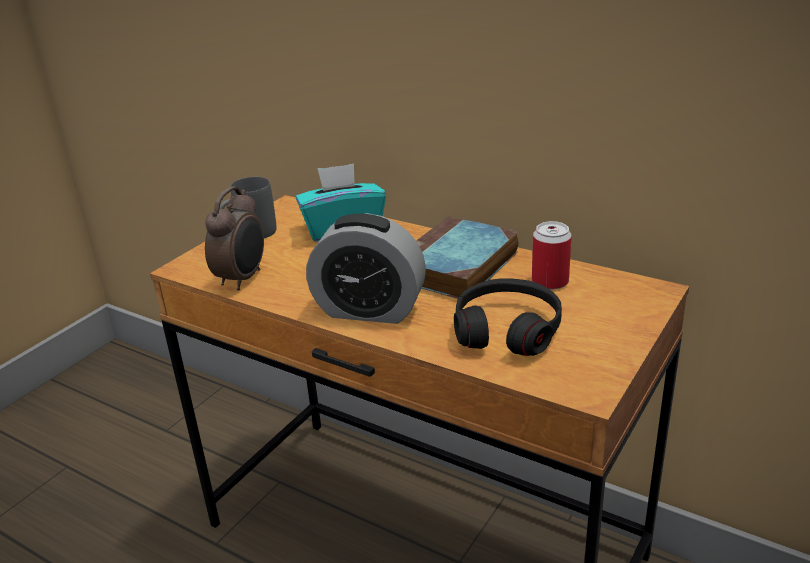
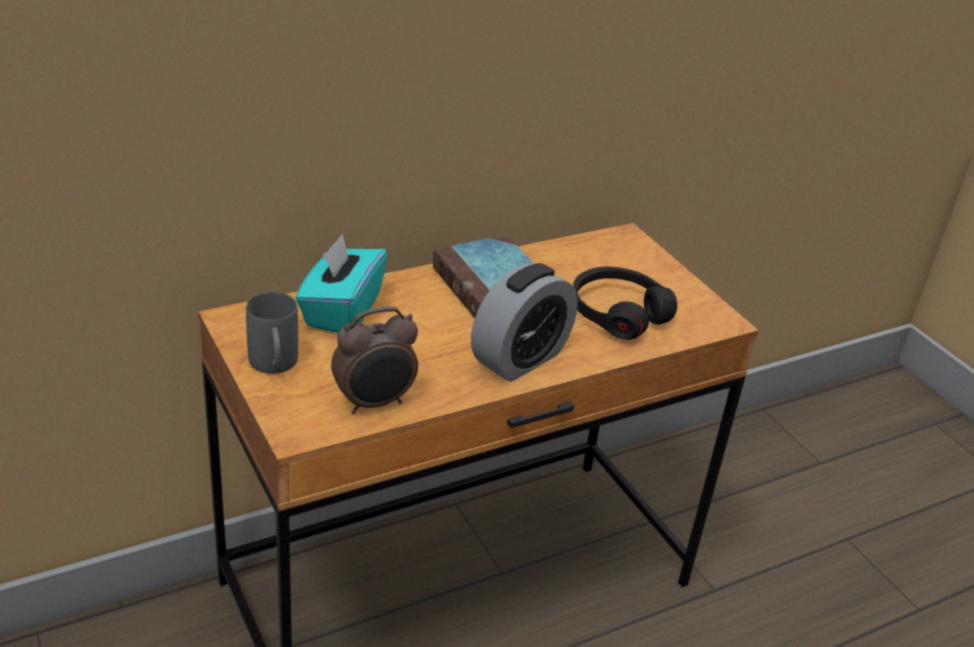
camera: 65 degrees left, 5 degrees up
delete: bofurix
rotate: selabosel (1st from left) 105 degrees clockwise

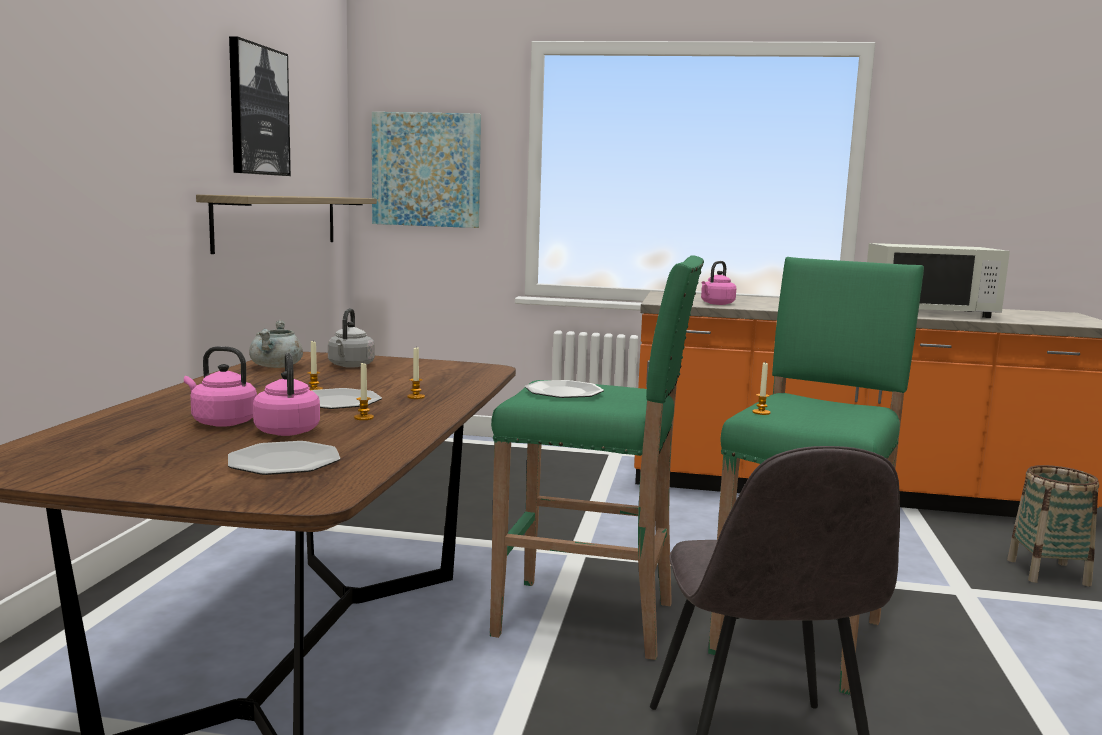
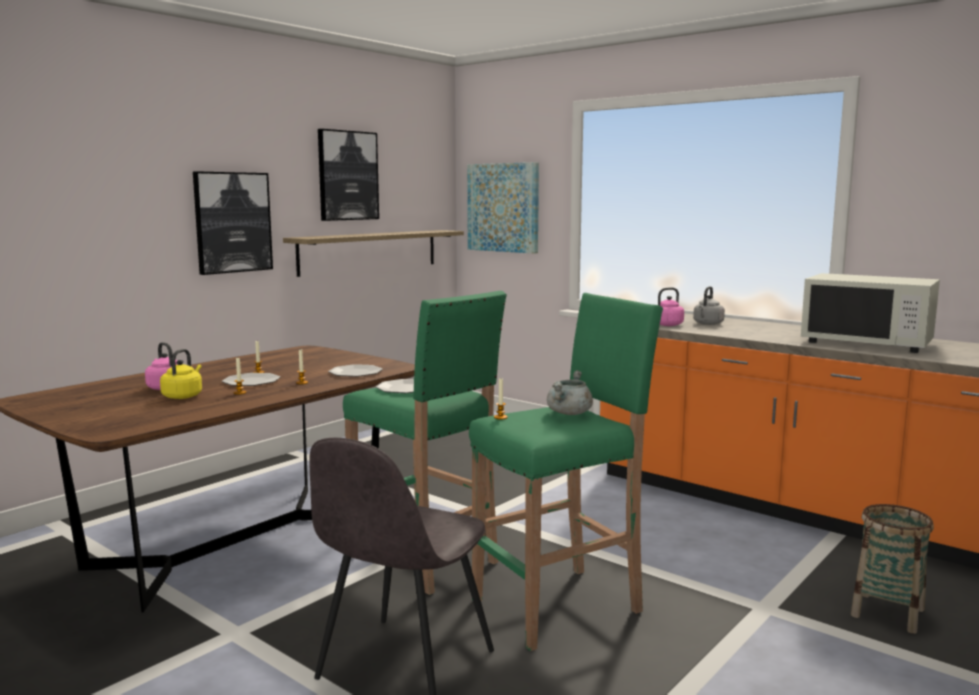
camera: 30 degrees right, 0 degrees up
insert: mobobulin (1st from left)
move: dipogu (1st from left in the first image) to dipogu (2nd from left); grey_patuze; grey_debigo
recolor: pink_debigo (2nd from left) to yellow_debigo

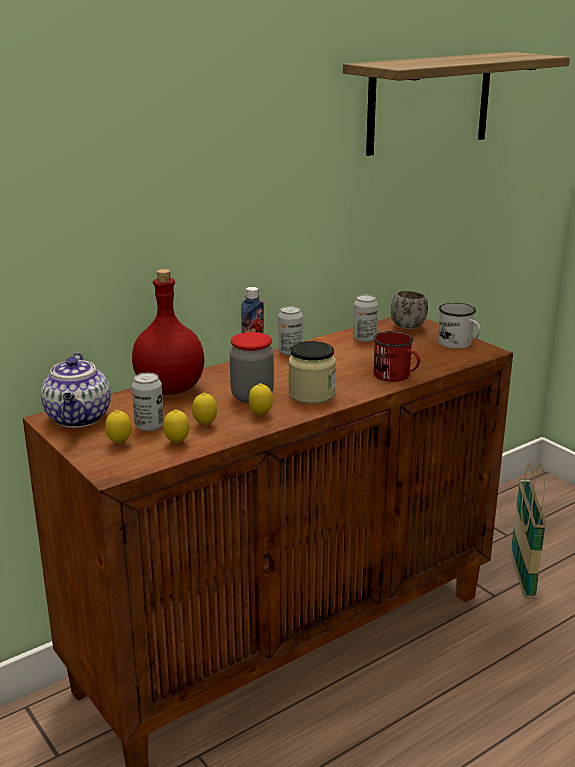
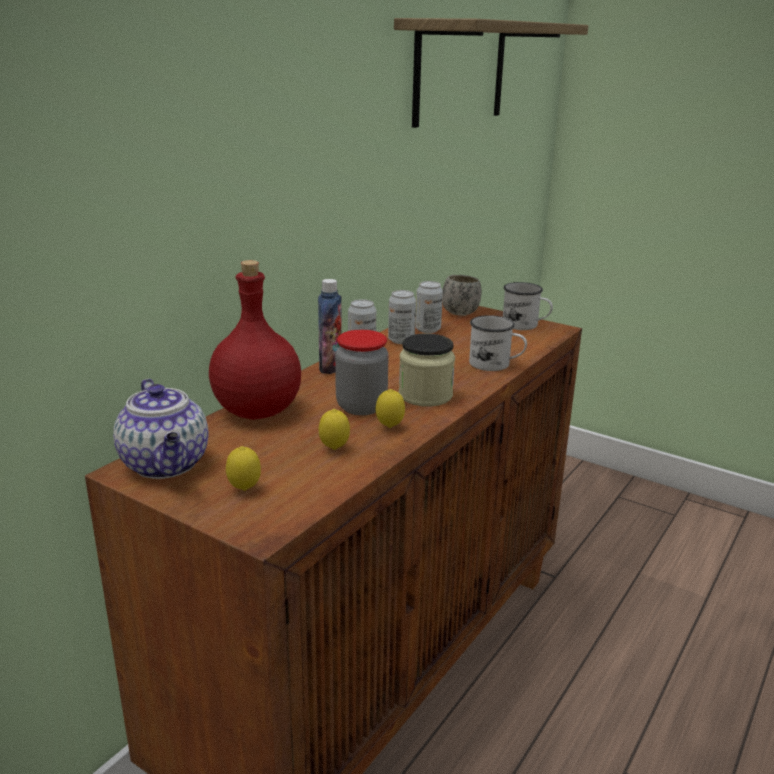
camera: 20 degrees left, 0 degrees up
delete: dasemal (2nd from left); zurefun
move: bofurix (1st from left in the first image) to bofurix (2nd from left)
recolor: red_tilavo to white_tilavo (2nd from left)

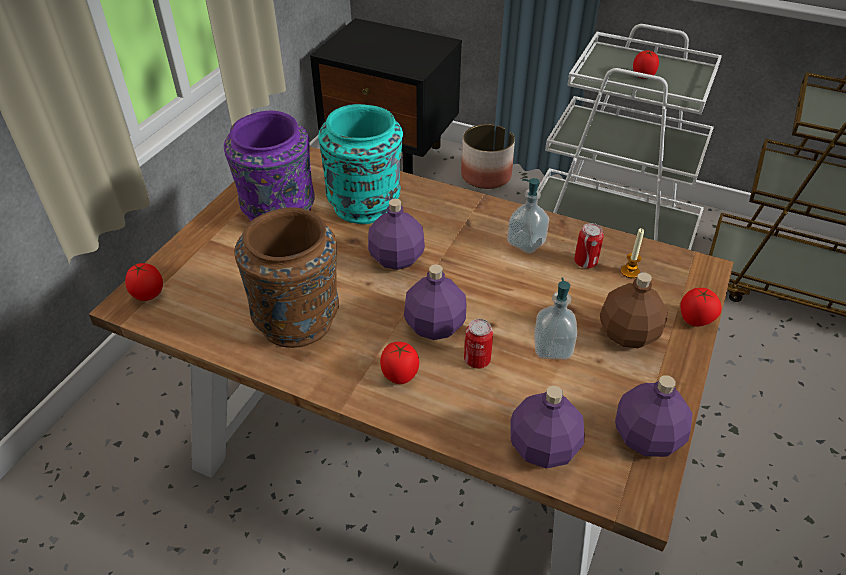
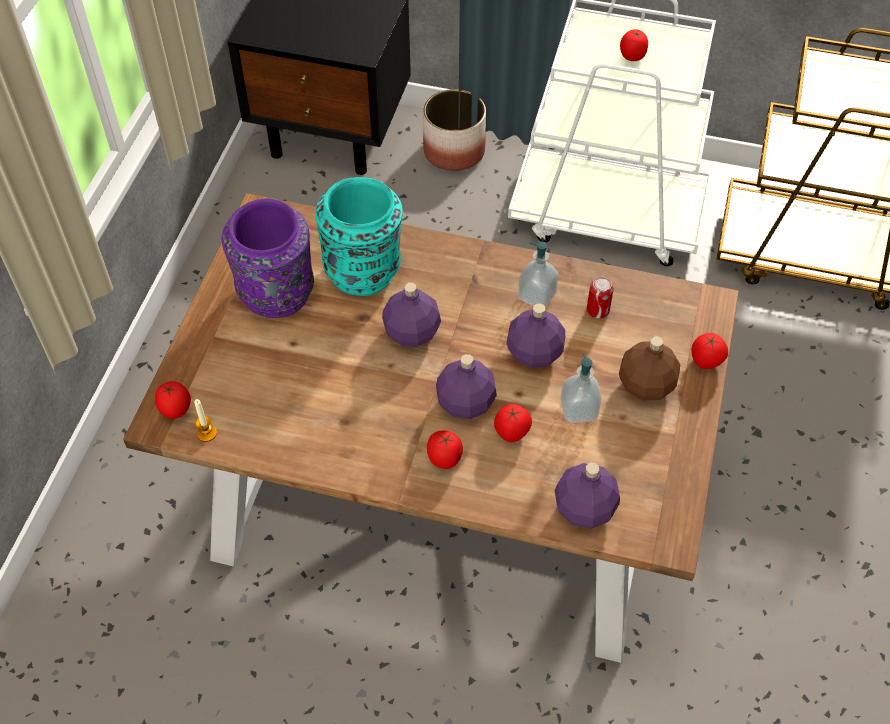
camera: 10 degrees left, 10 degrees up
delete: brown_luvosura
move: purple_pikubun (4th from left in the first image) to purple_pikubun (3rd from left); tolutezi
replace: bofurix (1st from left) to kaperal (3rd from left)

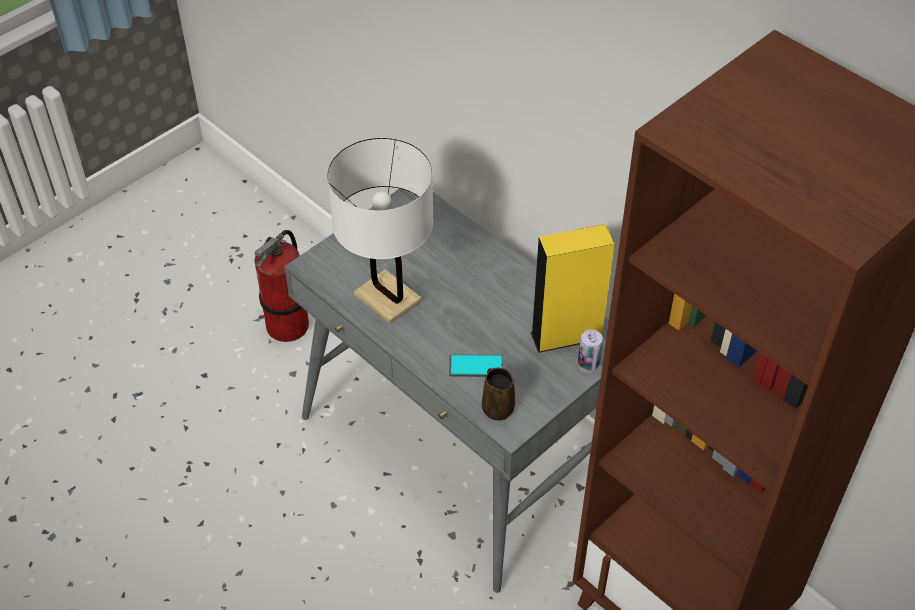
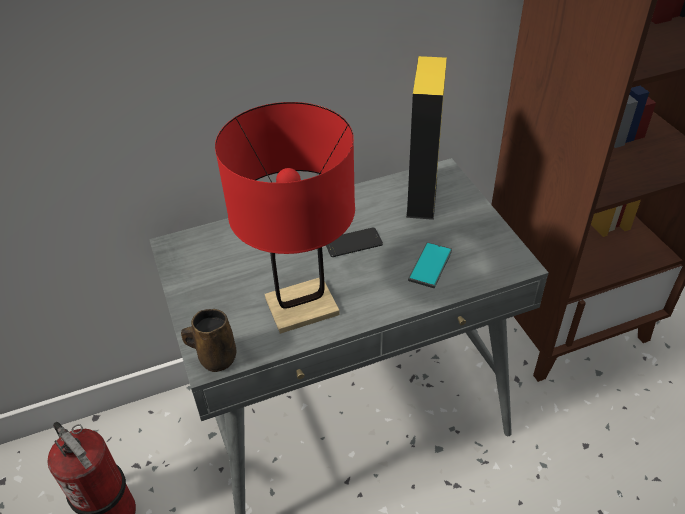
camera: 65 degrees left, 5 degrees down
delete: bofurix
insert: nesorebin (1st from left)
move: brown_tilavo
recolor: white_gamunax to red_gamunax

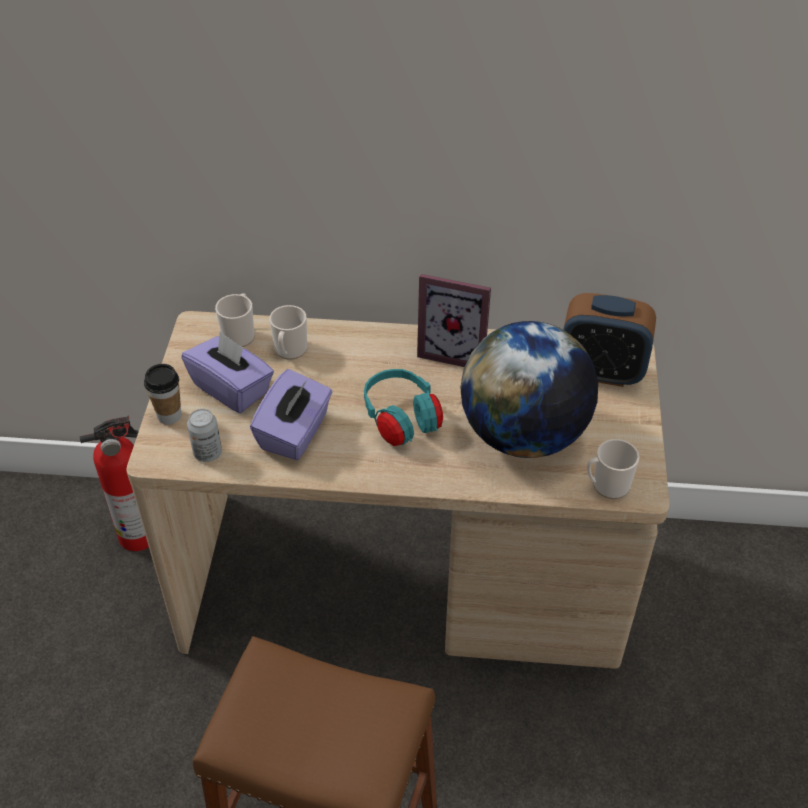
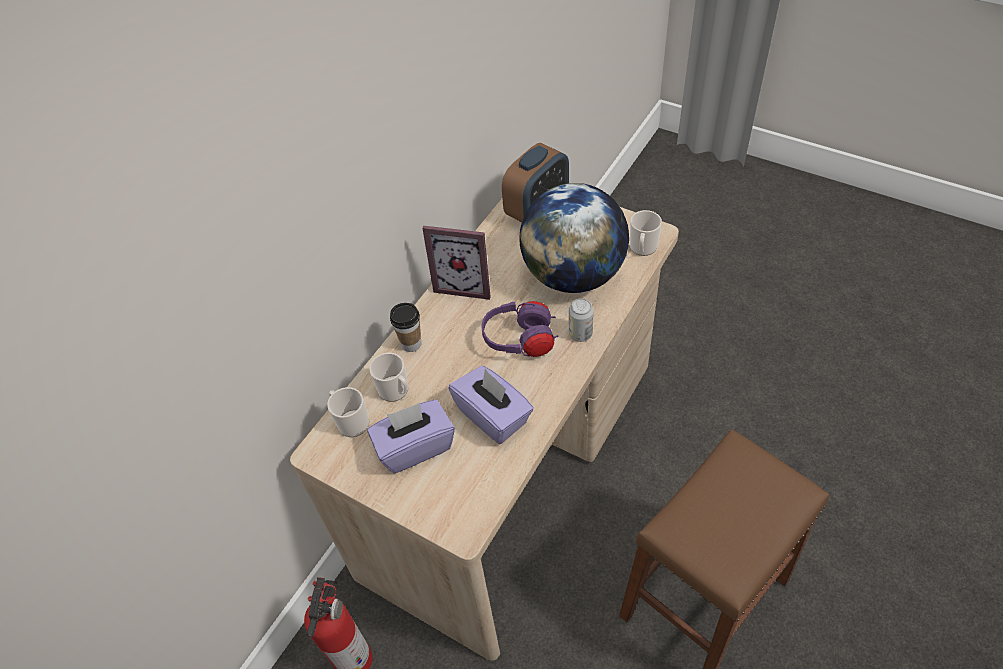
camera: 60 degrees left, 5 degrees up
move: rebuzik; bofurix
recolor: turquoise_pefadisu to purple_pefadisu
rotate: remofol 60 degrees clockwise

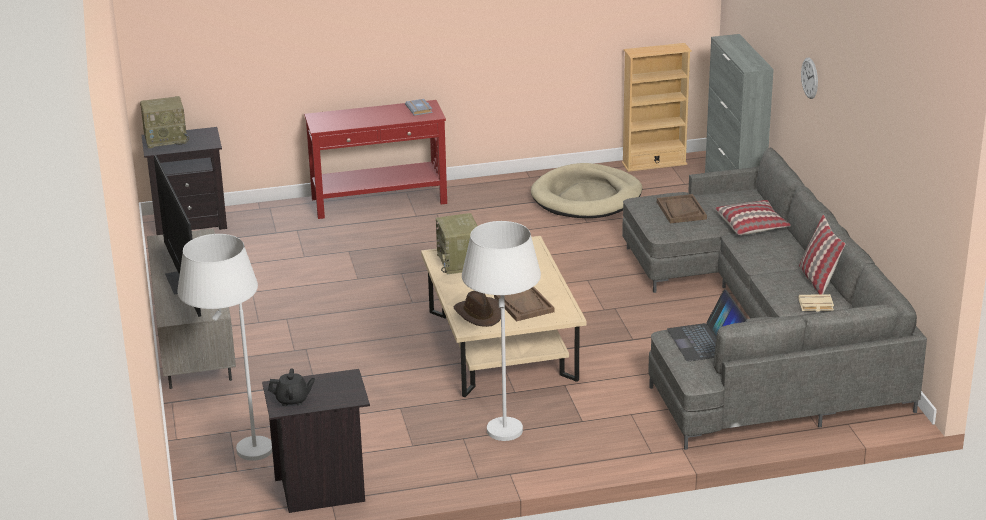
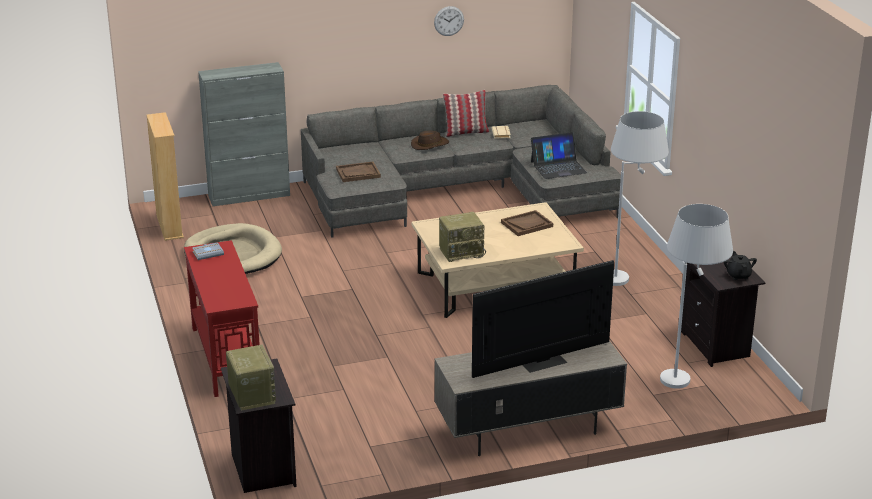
camera: 95 degrees left, 0 degrees up
delete: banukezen (1st from left)
move: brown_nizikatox; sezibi

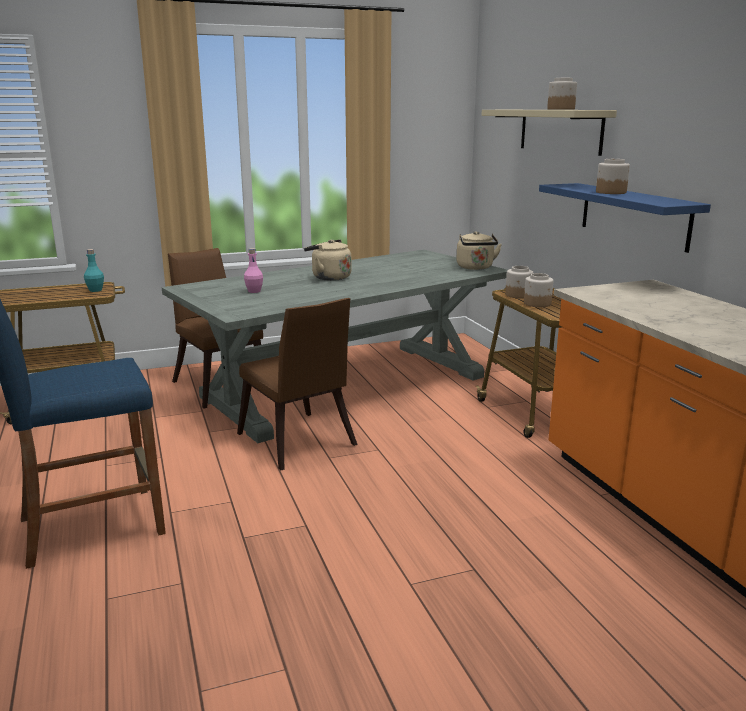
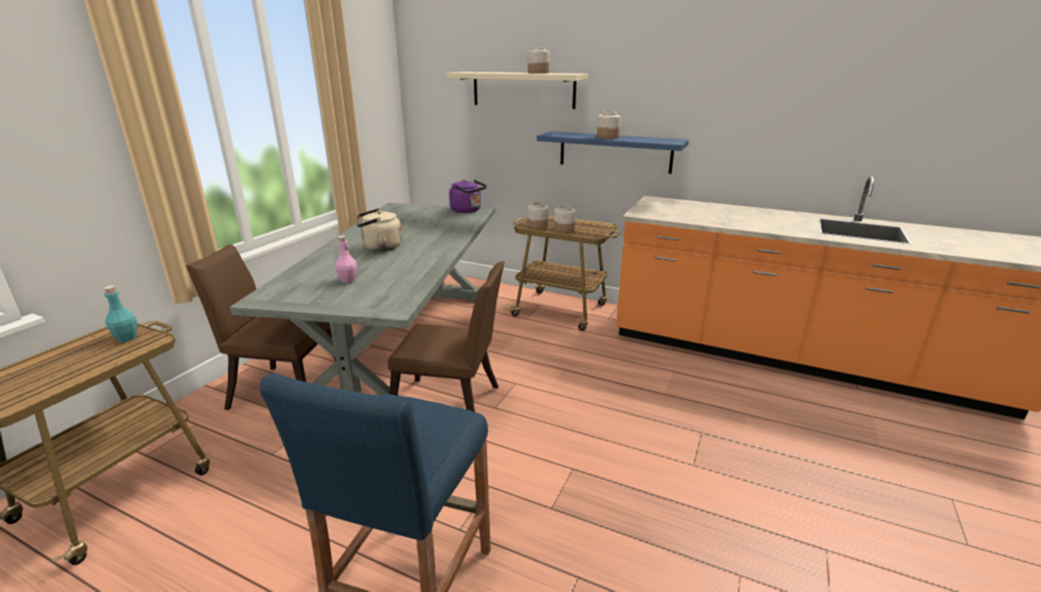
camera: 45 degrees left, 5 degrees up
recolor: beige_debigo (2nd from left) to purple_debigo

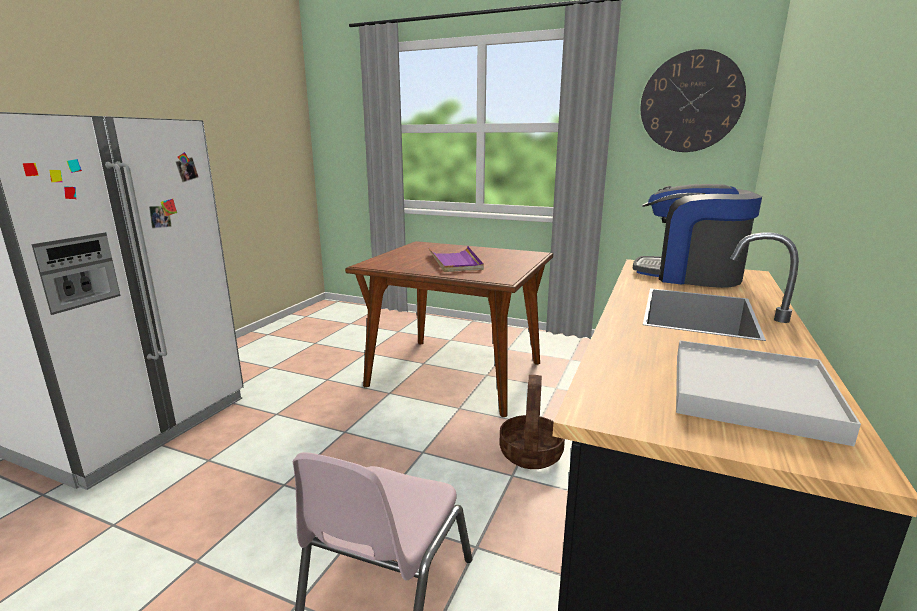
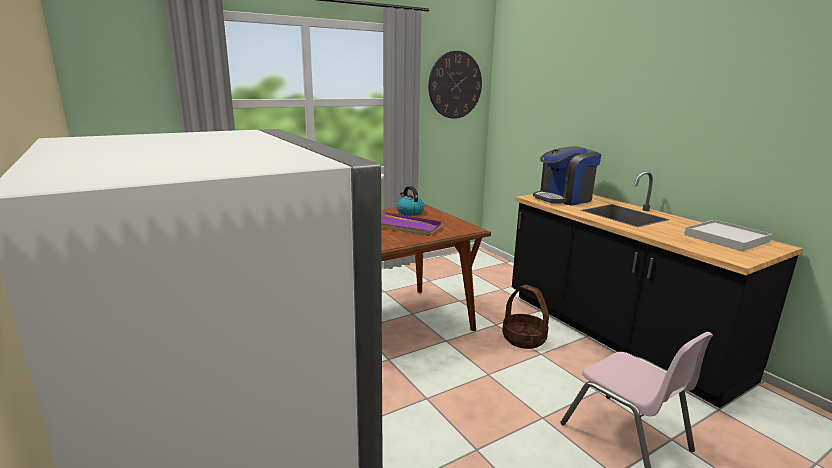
camera: 55 degrees left, 0 degrees up
insert: debigo

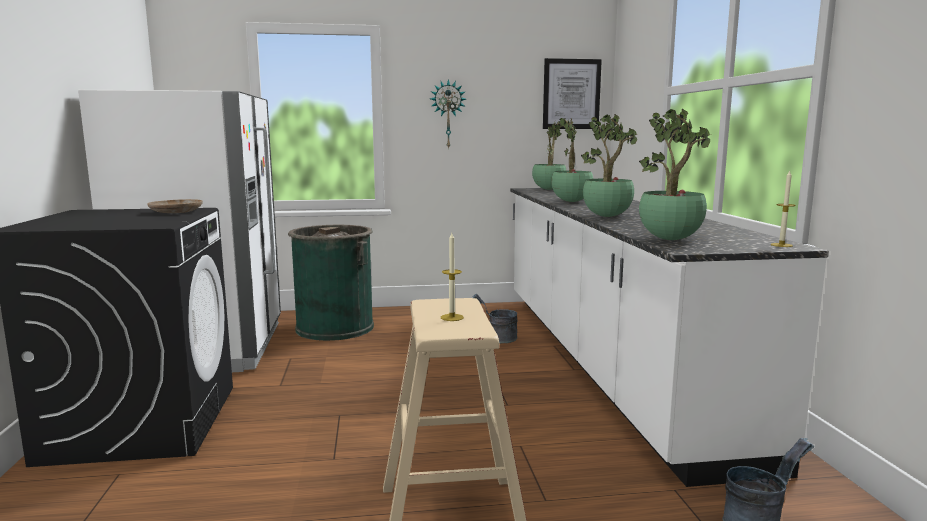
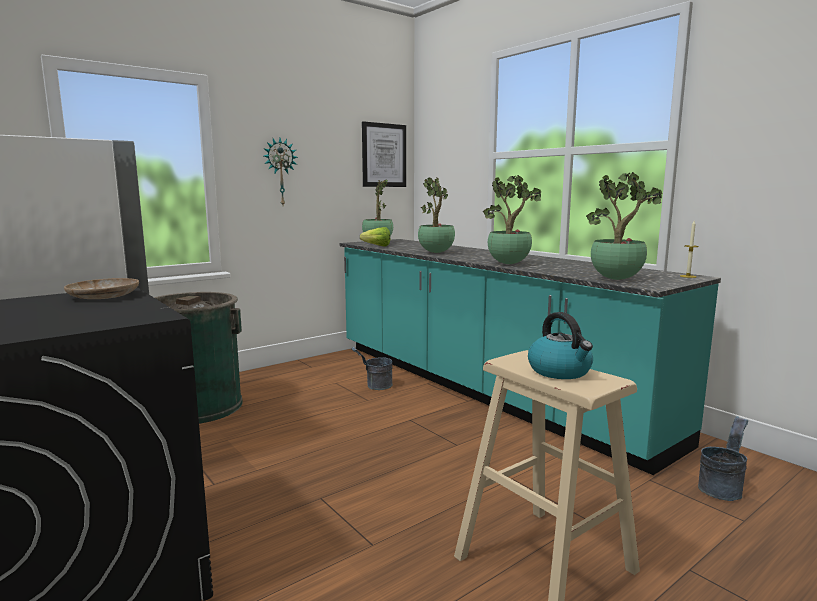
camera: 30 degrees left, 0 degrees up
insert: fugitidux
replace: tolutezi (1st from left) to debigo
recolor: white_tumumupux to turquoise_tumumupux

